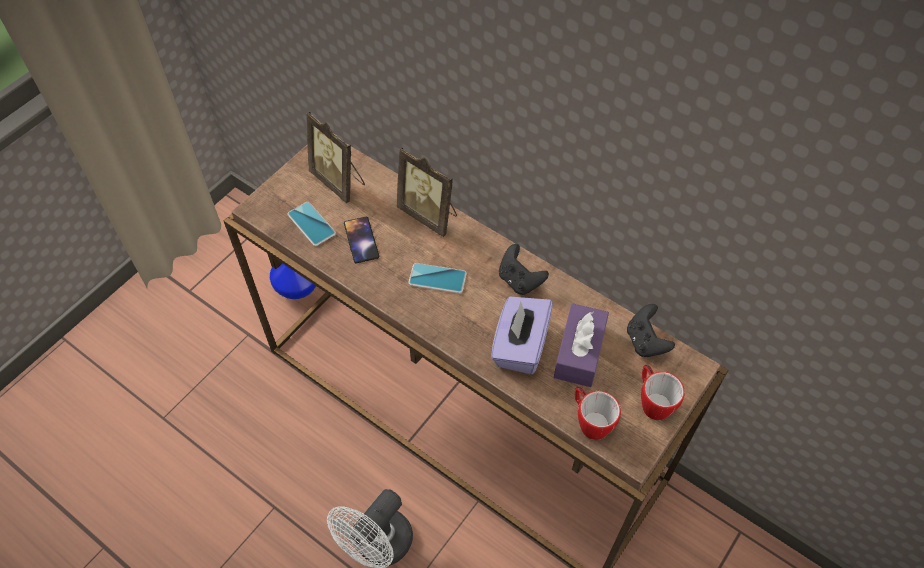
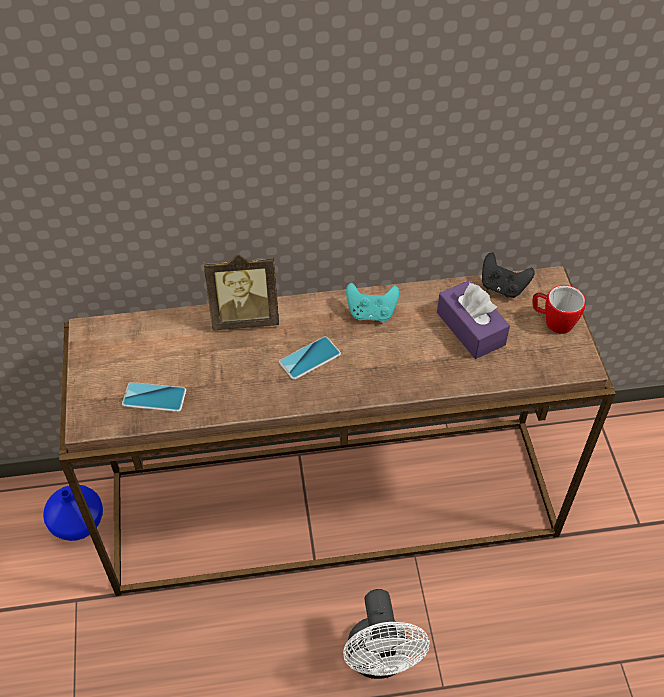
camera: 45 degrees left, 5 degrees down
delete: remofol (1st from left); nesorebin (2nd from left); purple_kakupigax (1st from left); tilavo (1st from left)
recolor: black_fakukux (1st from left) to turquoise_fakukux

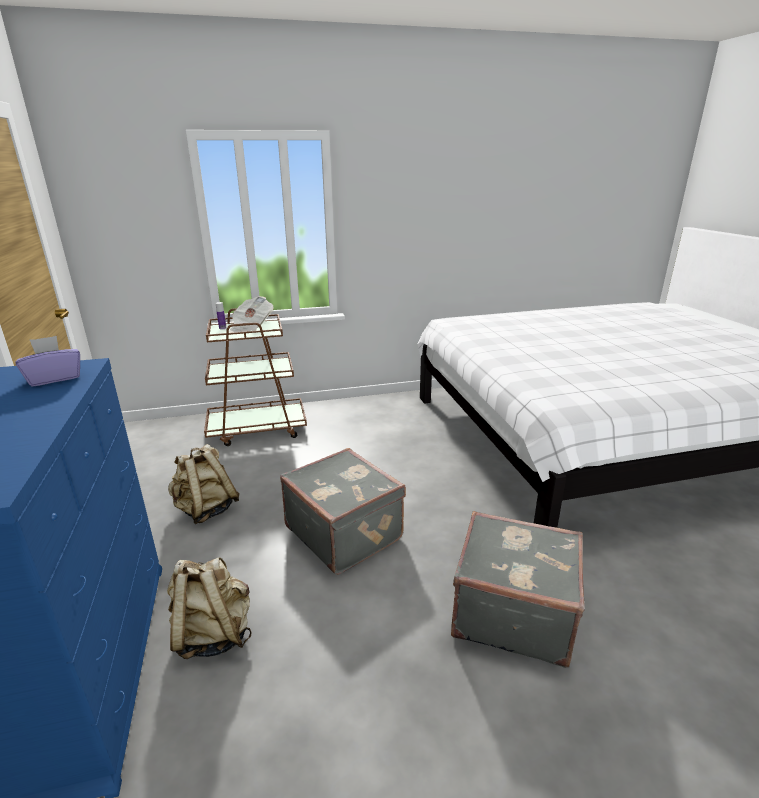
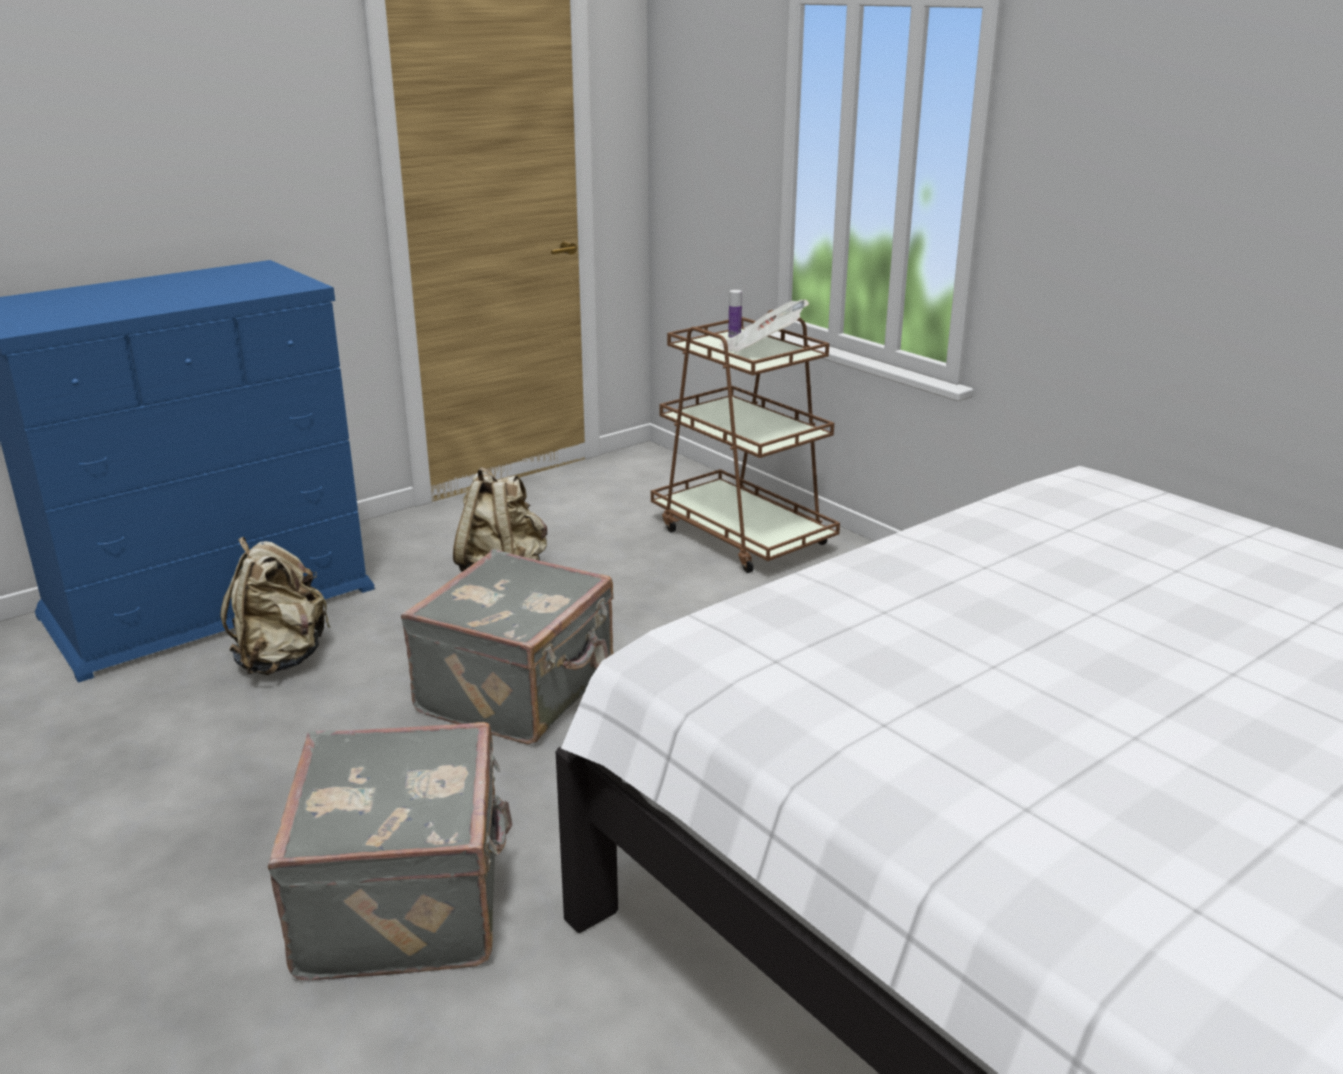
camera: 65 degrees right, 0 degrees up
delete: purple_kakupigax

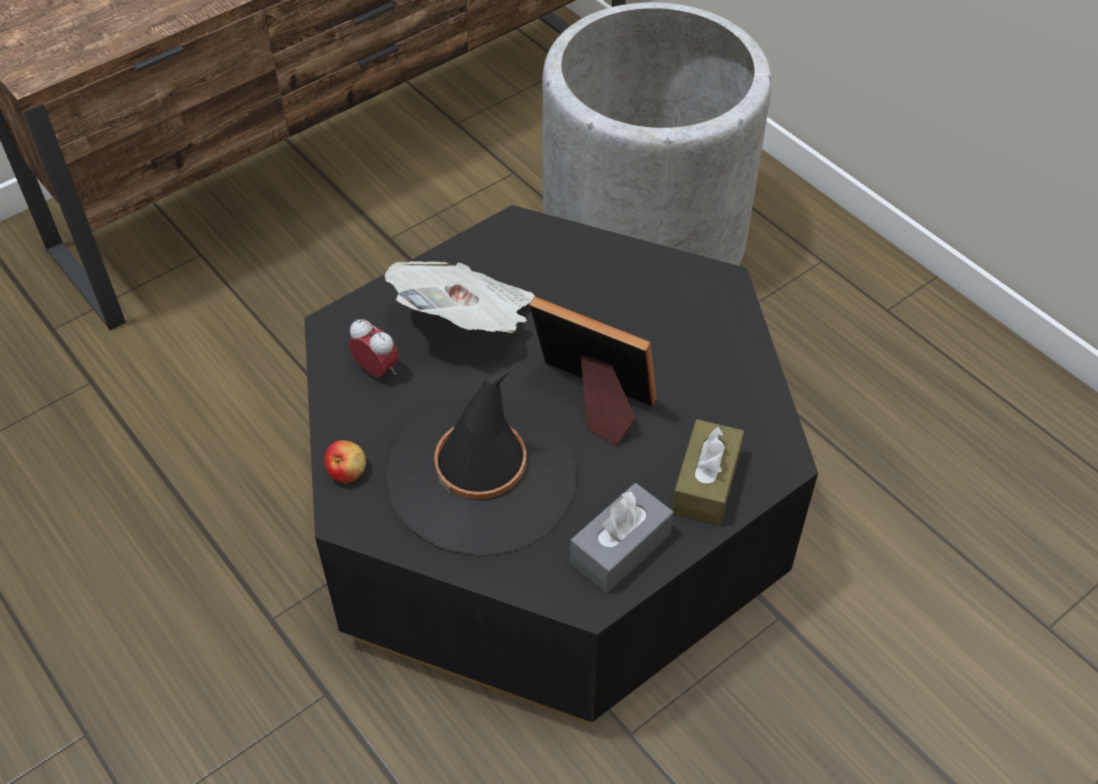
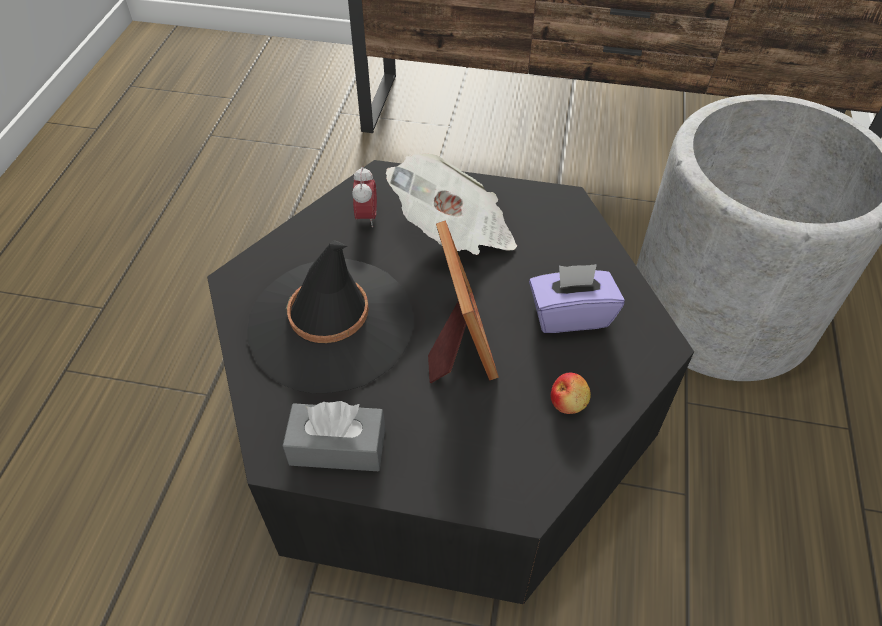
camera: 50 degrees right, 0 degrees up
delete: brown_kakupigax
insert: purple_kakupigax
move: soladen

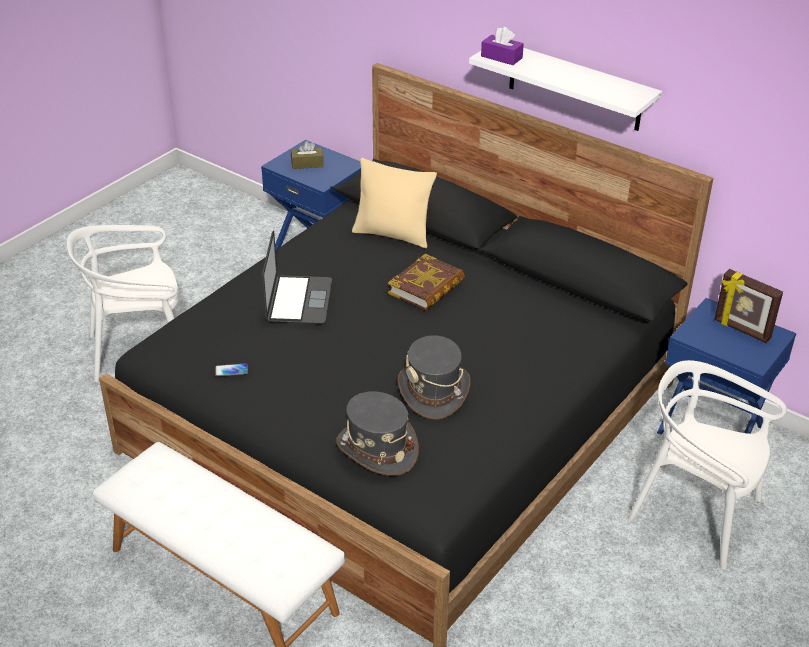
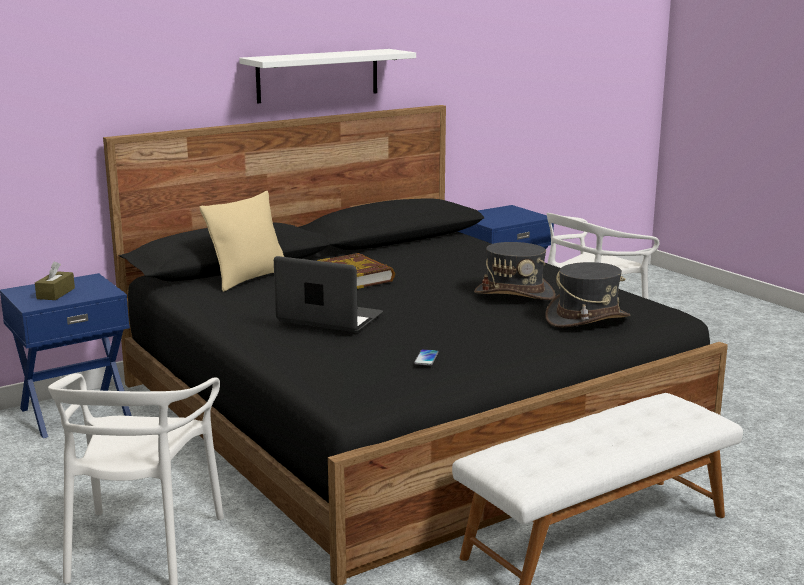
camera: 70 degrees left, 20 degrees down
delete: purple_kakupigax; remofol

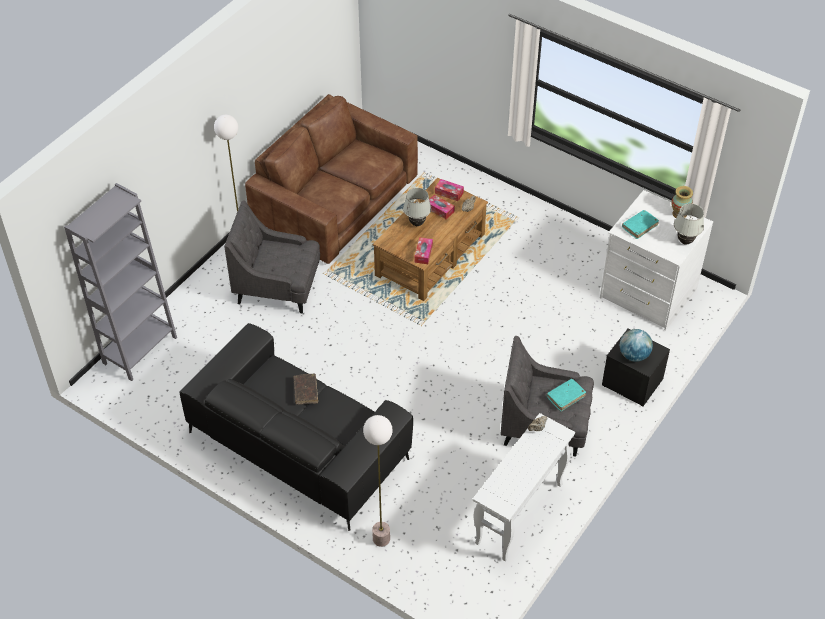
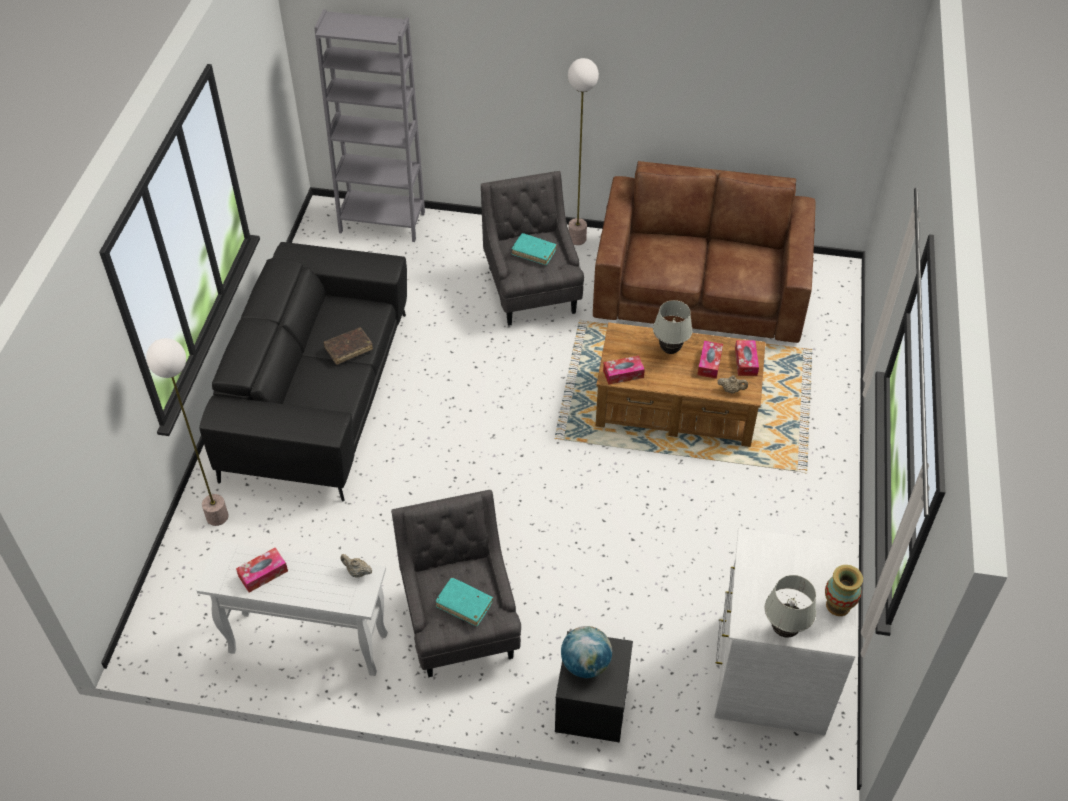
camera: 65 degrees right, 0 degrees up
insert: kakupigax (1st from left)
move: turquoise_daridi (2nd from left)

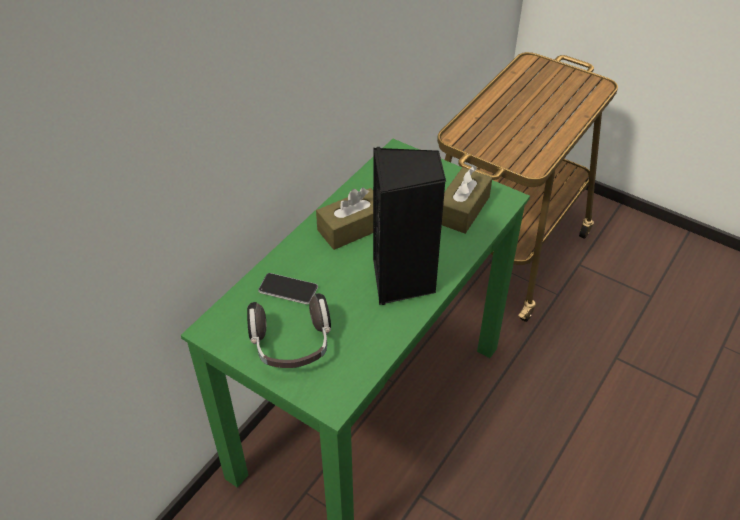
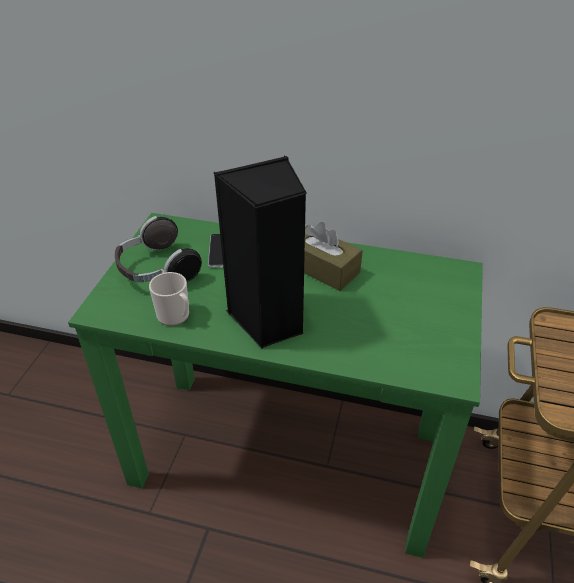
camera: 70 degrees right, 5 degrees down
delete: brown_kakupigax (2nd from left)
insert: tilavo

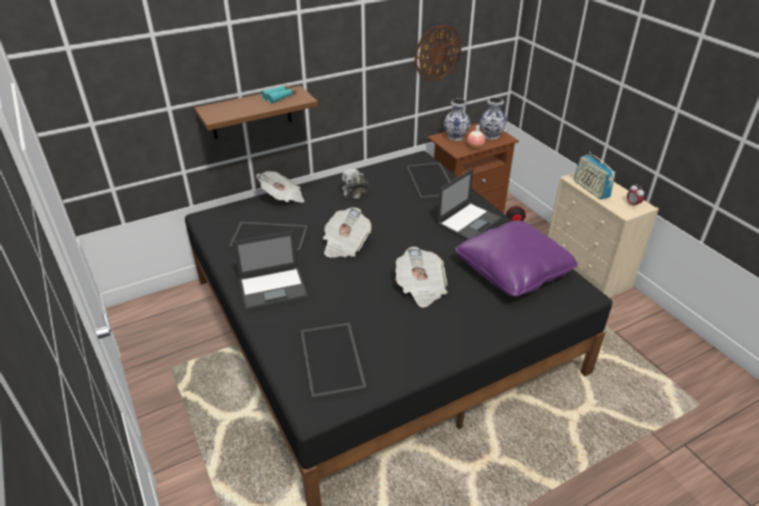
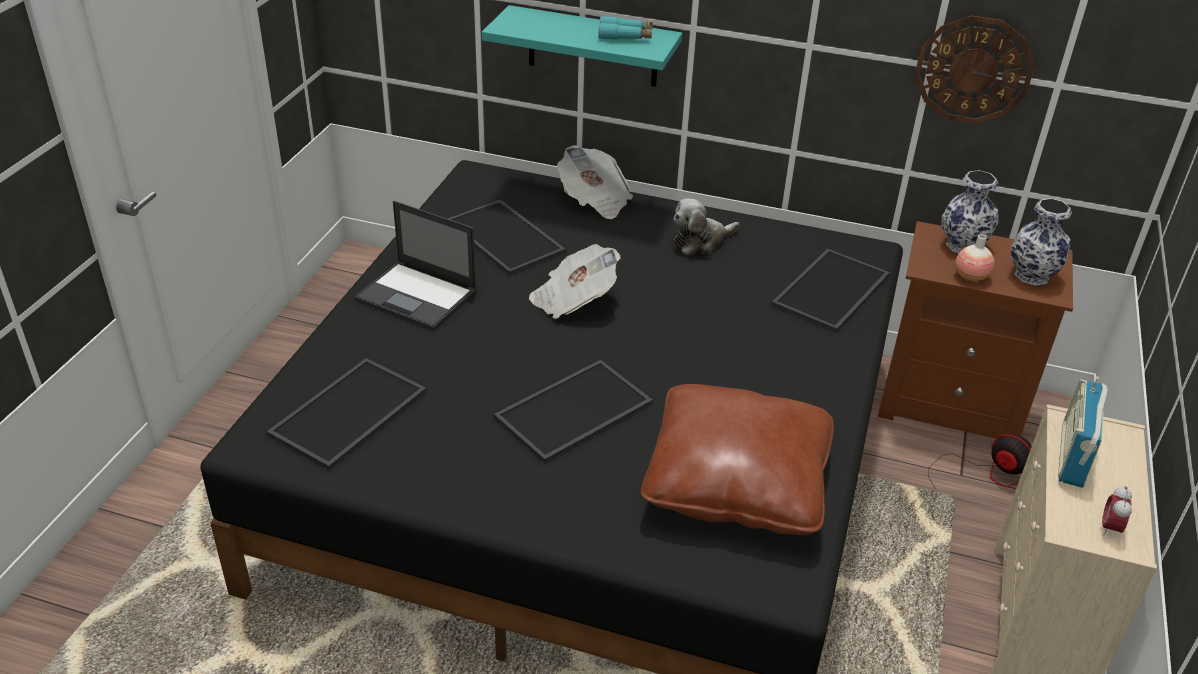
camera: 45 degrees right, 0 degrees up
delete: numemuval (2nd from left)
replace: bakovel (3rd from left) to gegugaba (3rd from left)
recolor: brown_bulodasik to turquoise_bulodasik; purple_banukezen to brown_banukezen

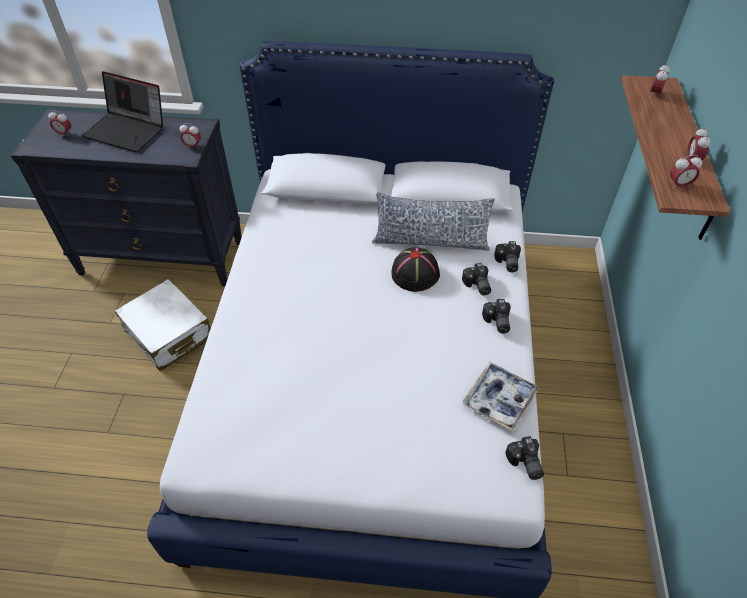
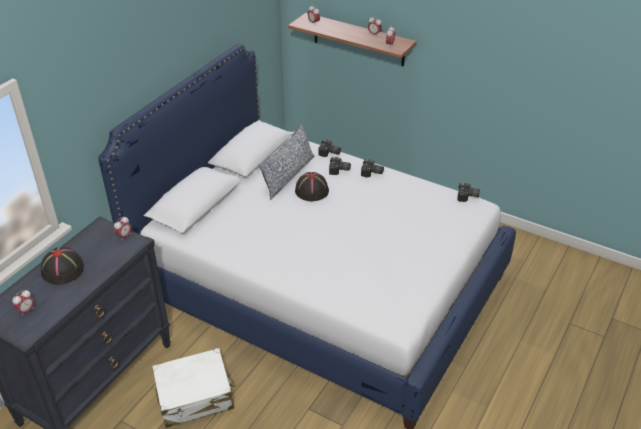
camera: 65 degrees left, 10 degrees down
delete: gegugaba
replace: numemuval to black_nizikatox (1st from left)

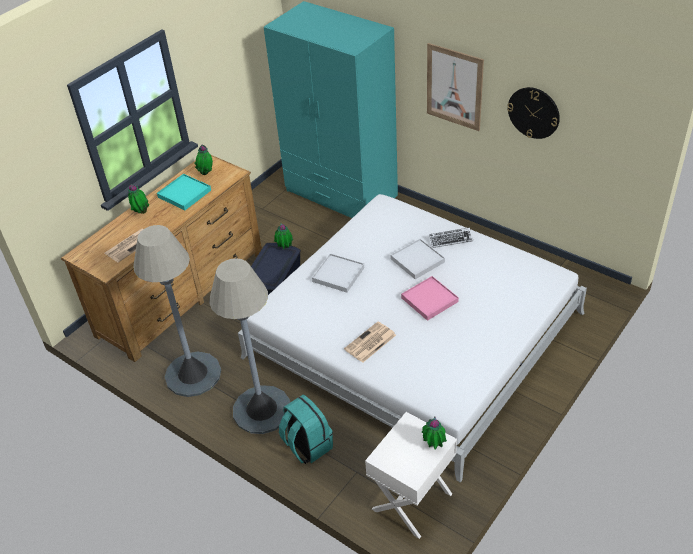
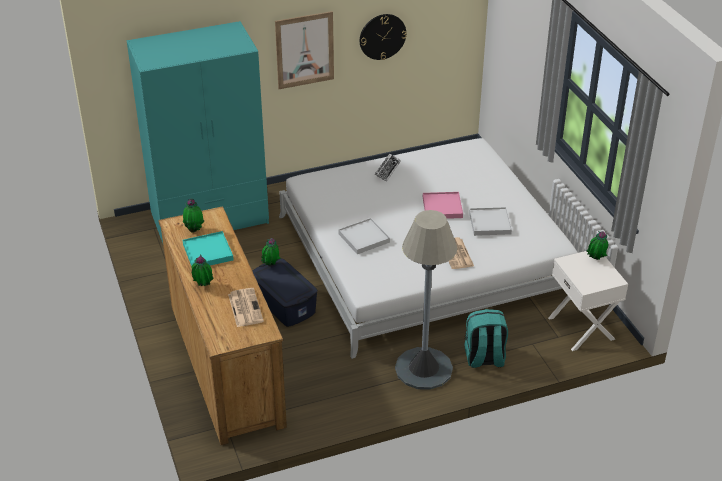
camera: 60 degrees left, 5 degrees down
delete: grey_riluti (1st from left)
move: white_gegugaba (2nd from left)

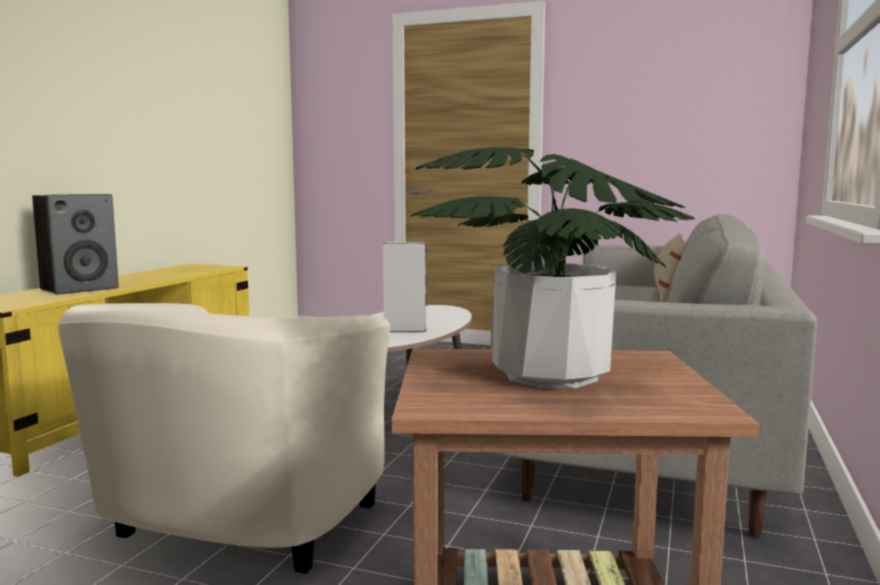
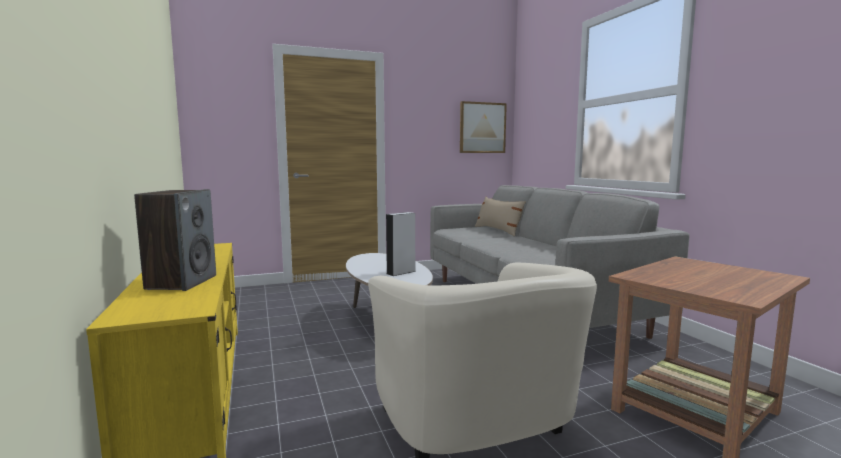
camera: 40 degrees left, 0 degrees up
delete: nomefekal
insert: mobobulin

